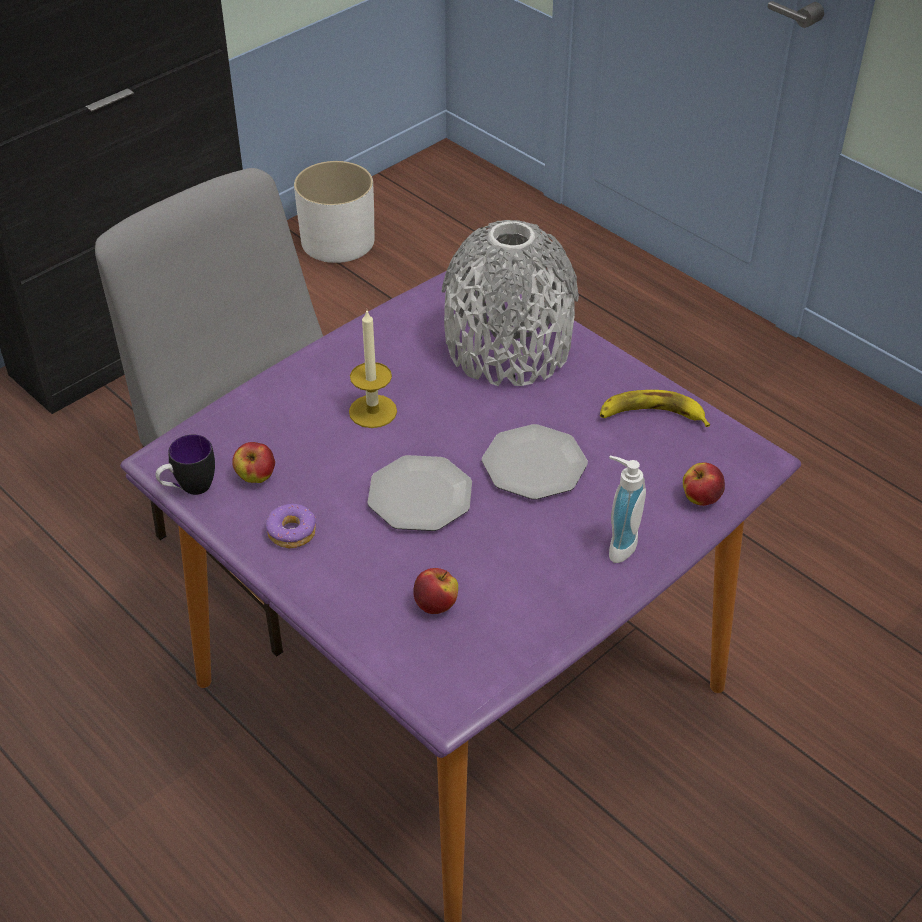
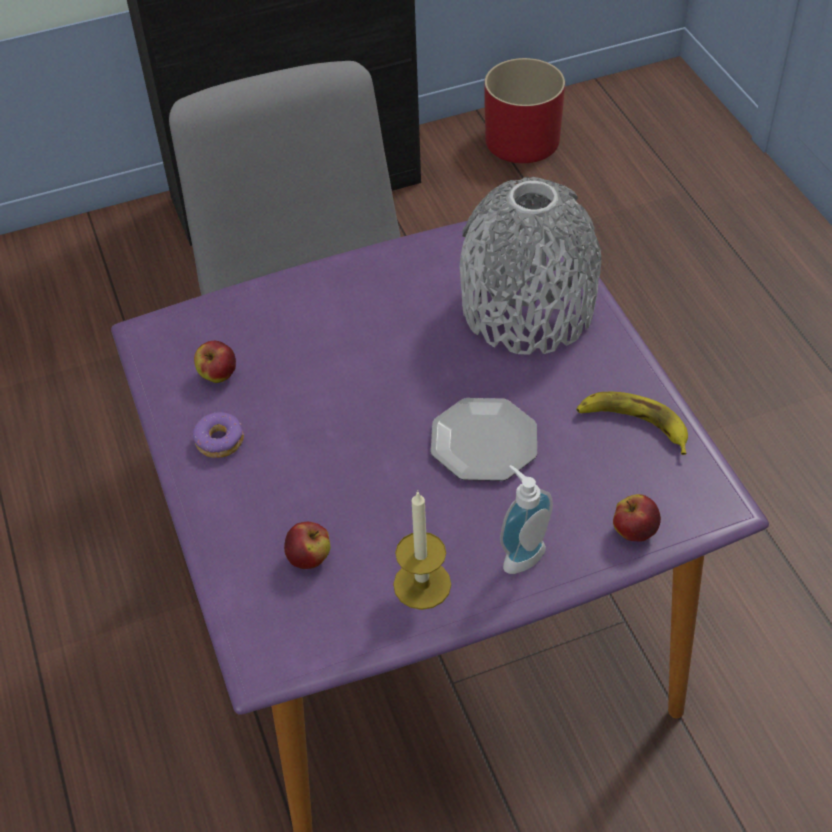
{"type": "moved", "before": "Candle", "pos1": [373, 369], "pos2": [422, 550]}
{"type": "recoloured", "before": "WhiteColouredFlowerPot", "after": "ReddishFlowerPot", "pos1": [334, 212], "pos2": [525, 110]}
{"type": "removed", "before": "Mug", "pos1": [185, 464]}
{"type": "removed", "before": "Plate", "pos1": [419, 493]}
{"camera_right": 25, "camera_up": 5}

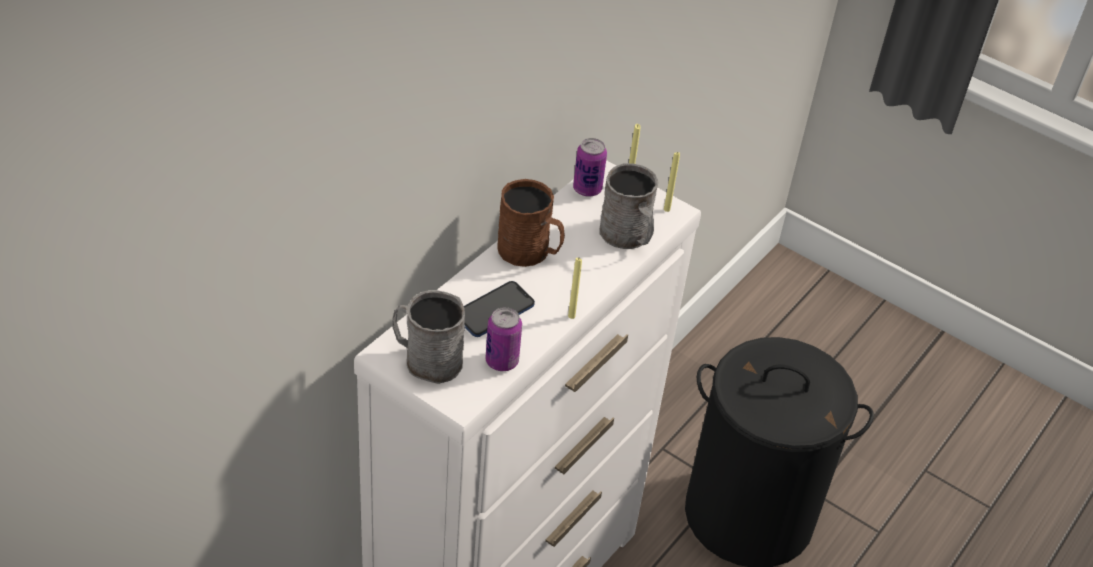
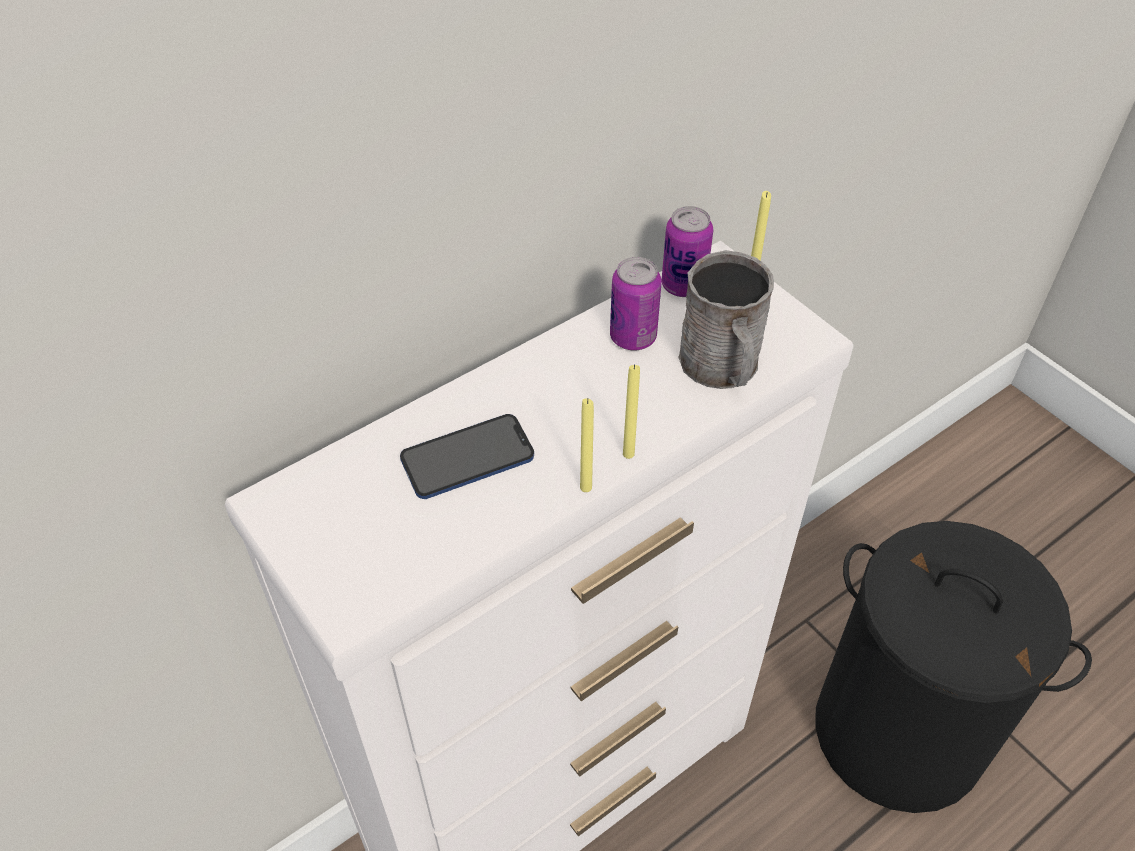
{"type": "moved", "before": "Can", "pos1": [503, 339], "pos2": [636, 303]}
{"type": "moved", "before": "YellowCandle", "pos1": [672, 181], "pos2": [631, 411]}
{"type": "removed", "before": "GrayMug", "pos1": [428, 337]}
{"type": "removed", "before": "BrownColouredMug", "pos1": [531, 223]}
{"camera_right": 20, "camera_up": 5}

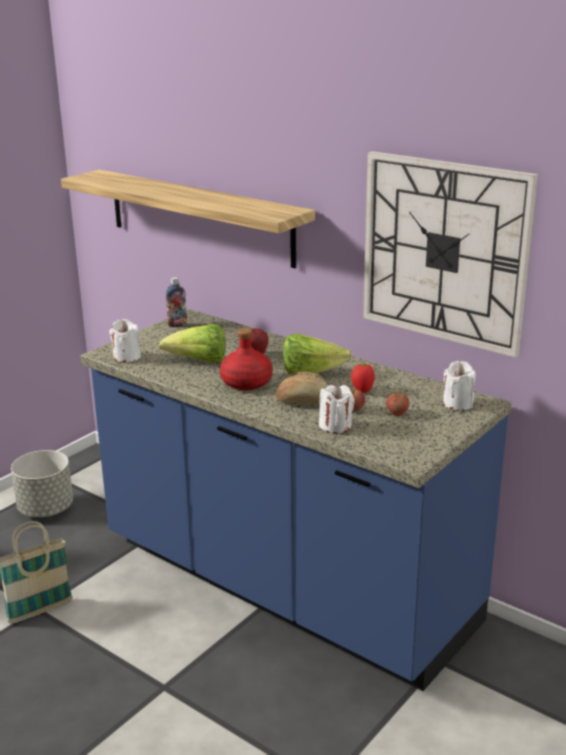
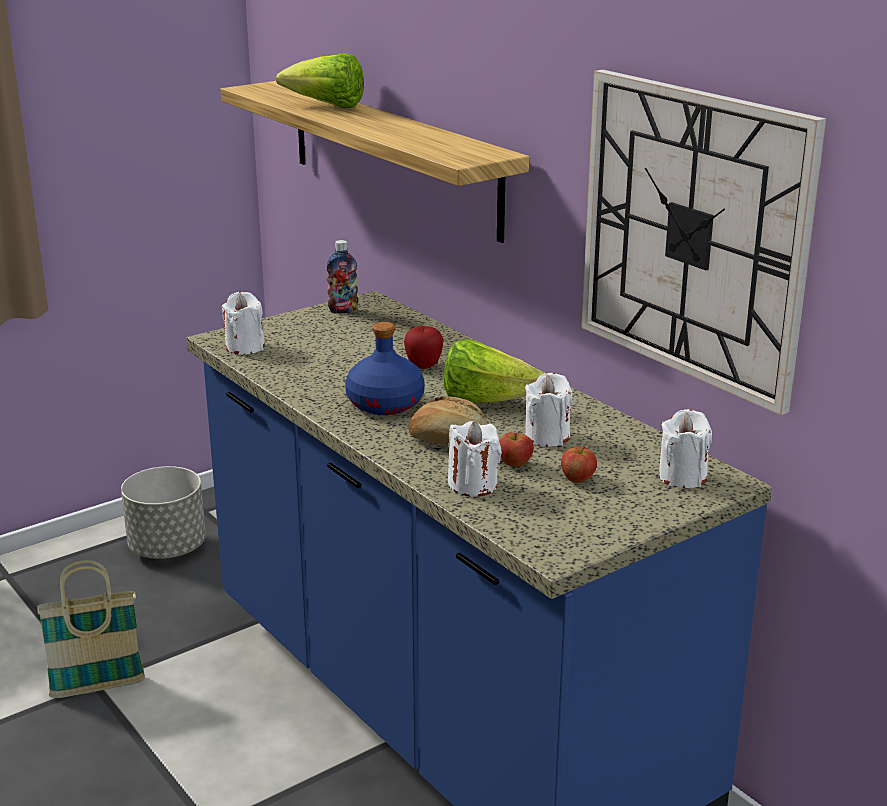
{"type": "moved", "before": "HeadOfLettuce", "pos1": [192, 343], "pos2": [320, 80]}
{"type": "recoloured", "before": "ReddishBottle", "after": "BlueBottle", "pos1": [246, 359], "pos2": [385, 368]}
{"type": "replaced", "before": "WholeTomato", "after": "WhiteColouredCandle", "pos1": [363, 378], "pos2": [549, 410]}
{"camera_right": 15, "camera_up": 0}

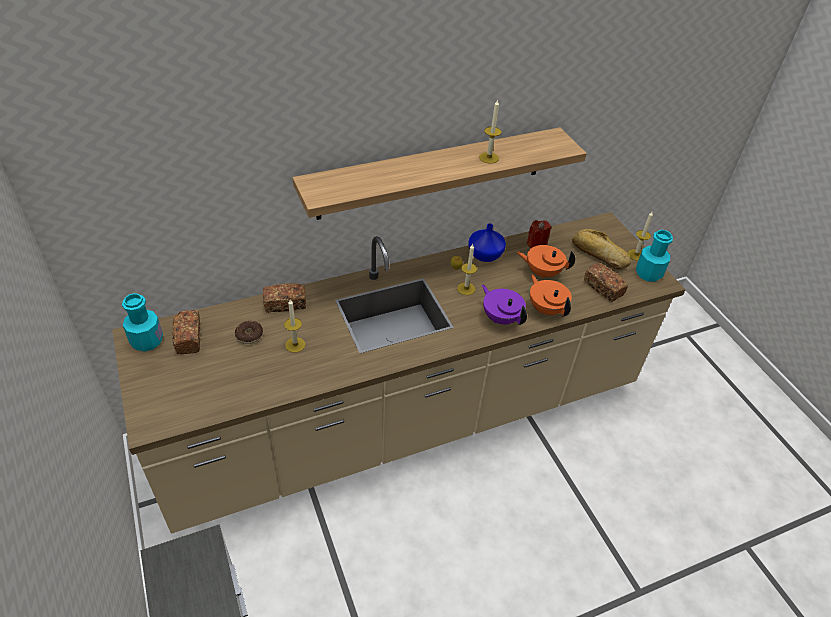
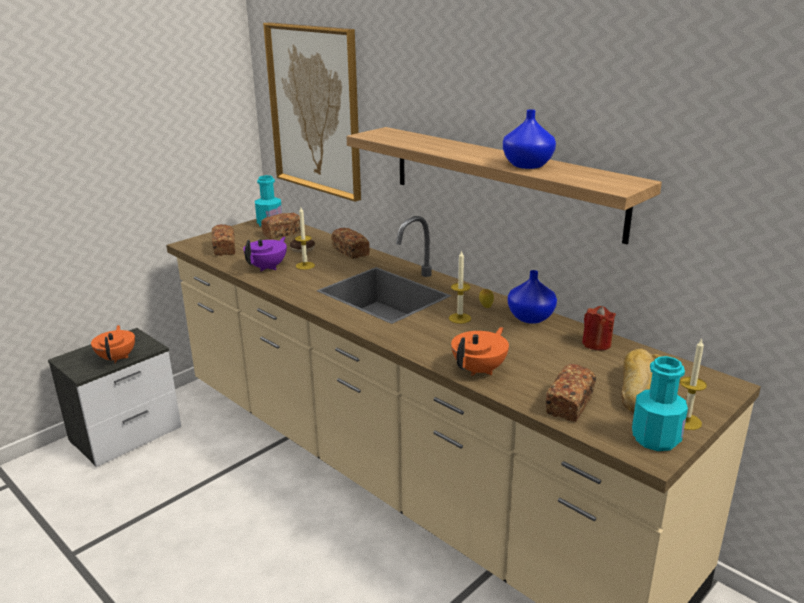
{"type": "moved", "before": "OrangePotForTea", "pos1": [546, 262], "pos2": [113, 344]}
{"type": "added", "after": "BakedBread", "pos2": [223, 240]}
{"type": "moved", "before": "PurpleColouredPotForTea", "pos1": [504, 305], "pos2": [265, 254]}
{"type": "added", "after": "WallPicture", "pos2": [312, 112]}
{"type": "replaced", "before": "Candle", "after": "BlueFlowerVase", "pos1": [490, 131], "pos2": [529, 139]}
{"camera_right": 70, "camera_up": -20}

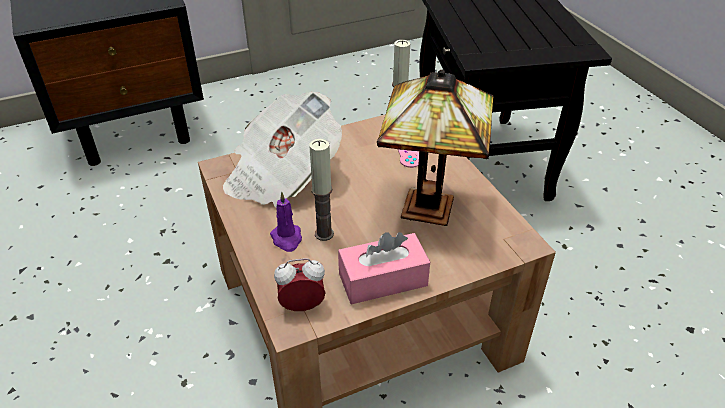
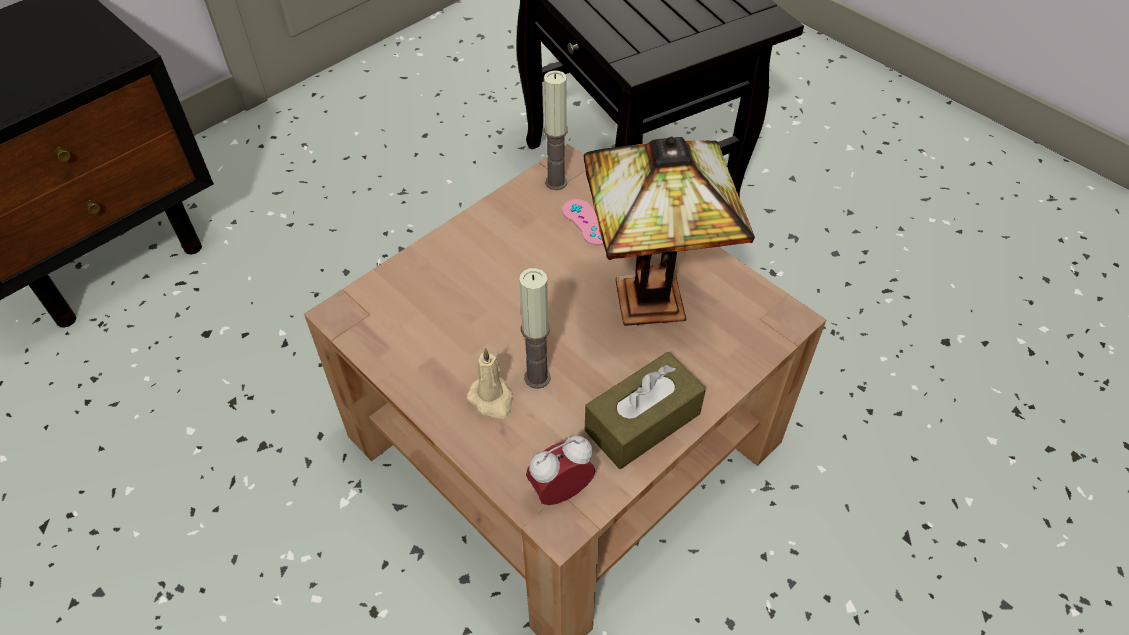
{"type": "recoloured", "before": "PurpleColouredCandle", "after": "BeigeCandle", "pos1": [286, 222], "pos2": [490, 383]}
{"type": "recoloured", "before": "PinkTissueHolder", "after": "BrownColouredTissueHolder", "pos1": [384, 268], "pos2": [645, 410]}
{"type": "removed", "before": "DailyPaper", "pos1": [282, 150]}
{"camera_right": -20, "camera_up": 10}

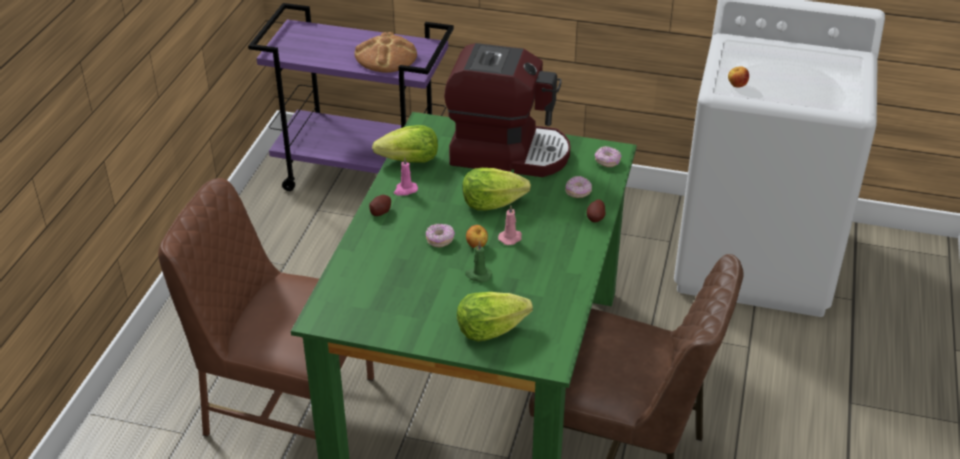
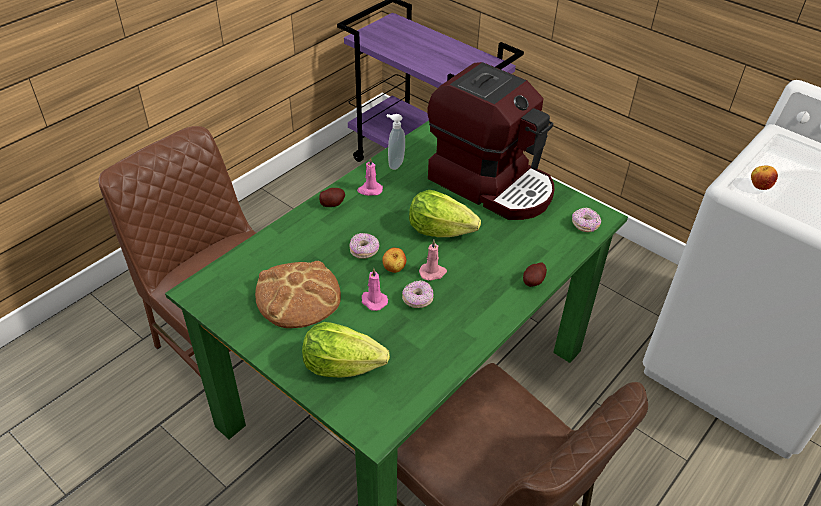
{"type": "moved", "before": "BakedBread", "pos1": [386, 52], "pos2": [298, 294]}
{"type": "recoloured", "before": "GreenishCandle", "after": "PinkCandle", "pos1": [478, 261], "pos2": [375, 289]}
{"type": "replaced", "before": "HeadOfLettuce", "after": "LiquidSoapBottle", "pos1": [405, 144], "pos2": [395, 142]}
{"type": "moved", "before": "RingDoughnut", "pos1": [578, 187], "pos2": [418, 294]}
{"camera_right": 25, "camera_up": 5}

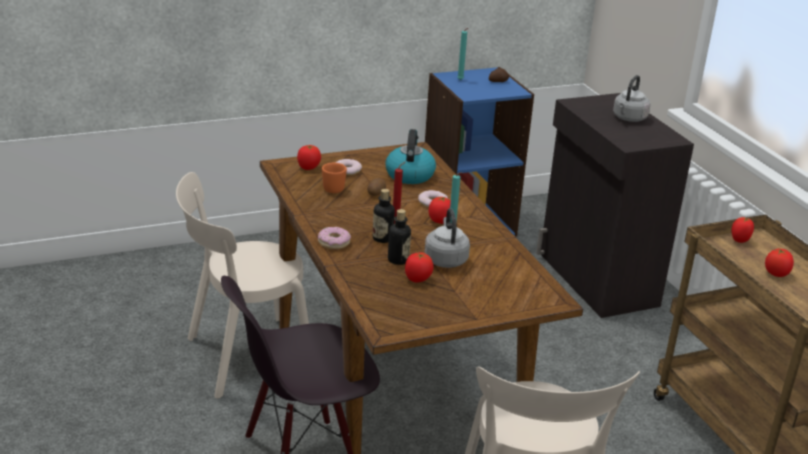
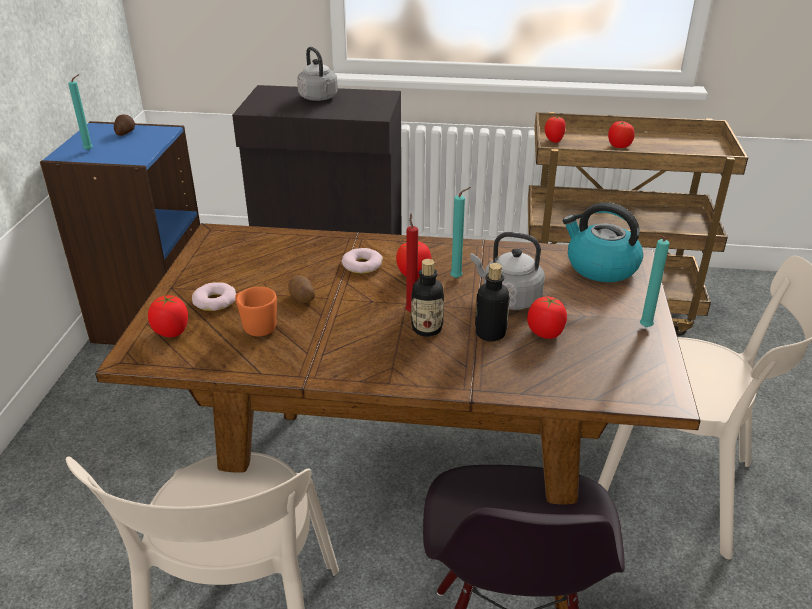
{"type": "moved", "before": "TeaKettle", "pos1": [410, 156], "pos2": [603, 242]}
{"type": "added", "after": "BlueGreenCandle", "pos2": [655, 281]}
{"type": "removed", "before": "RingDoughnut", "pos1": [334, 238]}
{"camera_right": -60, "camera_up": 5}

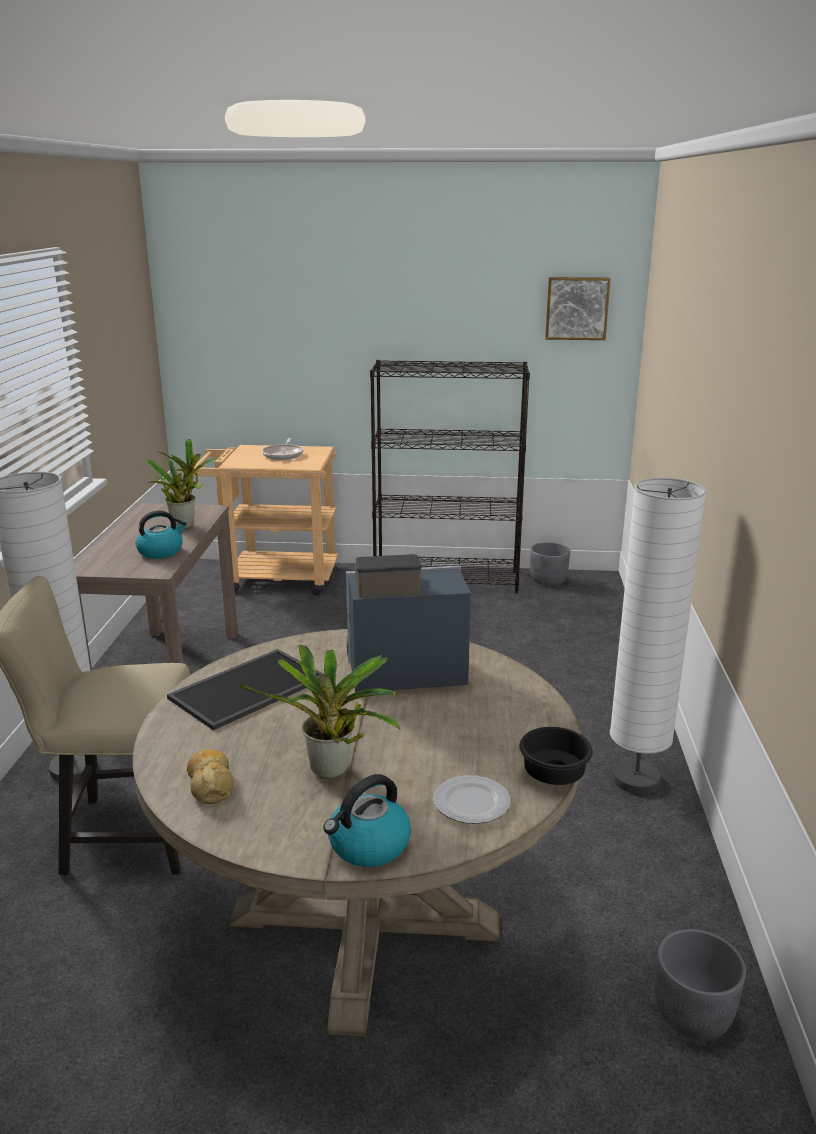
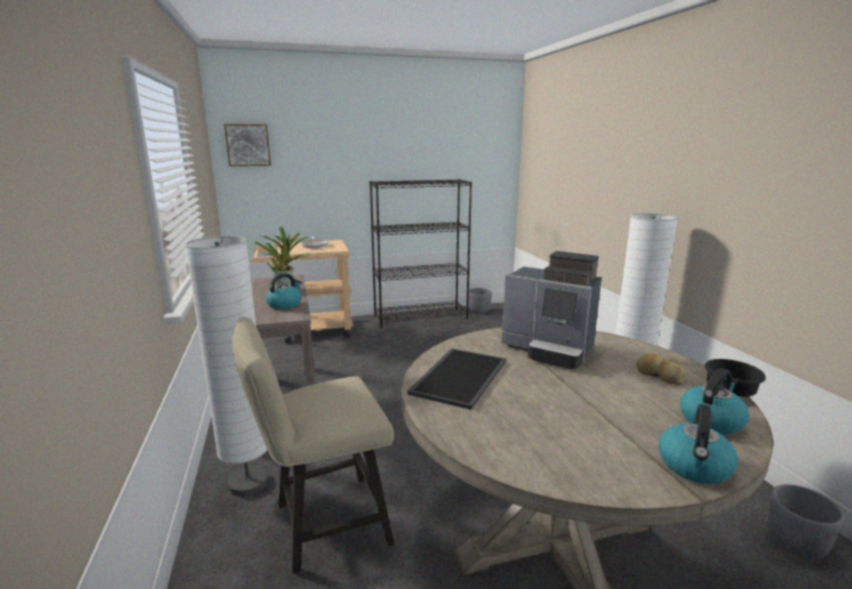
{"type": "moved", "before": "WallPicture", "pos1": [578, 308], "pos2": [247, 145]}
{"type": "turned", "before": "CoffeeBrewer", "pos1": [408, 623], "pos2": [552, 310], "turn": -120}
{"type": "moved", "before": "BakedBread", "pos1": [210, 776], "pos2": [661, 369]}
{"type": "replaced", "before": "Plate", "after": "TeaKettle", "pos1": [472, 799], "pos2": [714, 401]}
{"type": "removed", "before": "PlantInAPot", "pos1": [319, 711]}
{"camera_right": -20, "camera_up": -5}

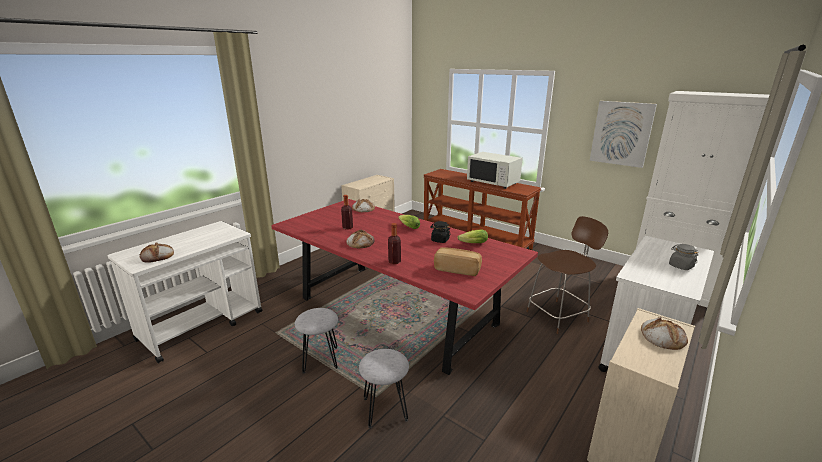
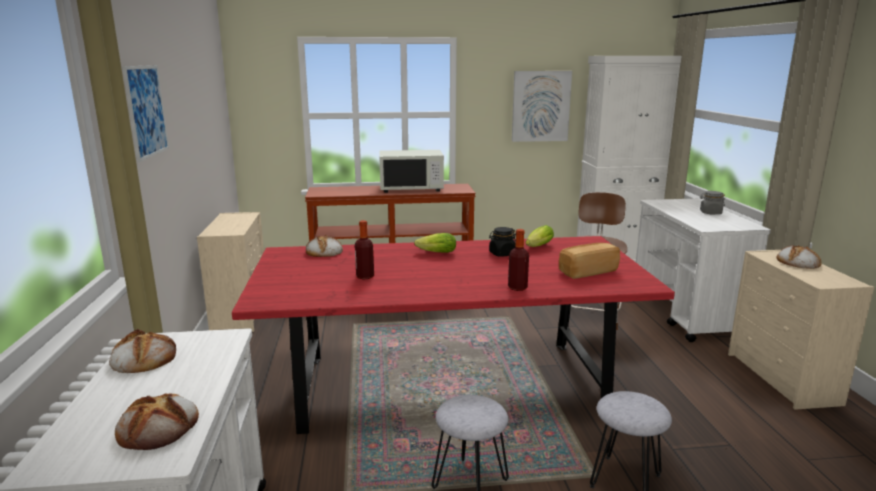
{"type": "moved", "before": "BakedBread", "pos1": [361, 239], "pos2": [142, 351]}
{"type": "added", "after": "WallPicture", "pos2": [145, 113]}
{"camera_right": -45, "camera_up": -5}

